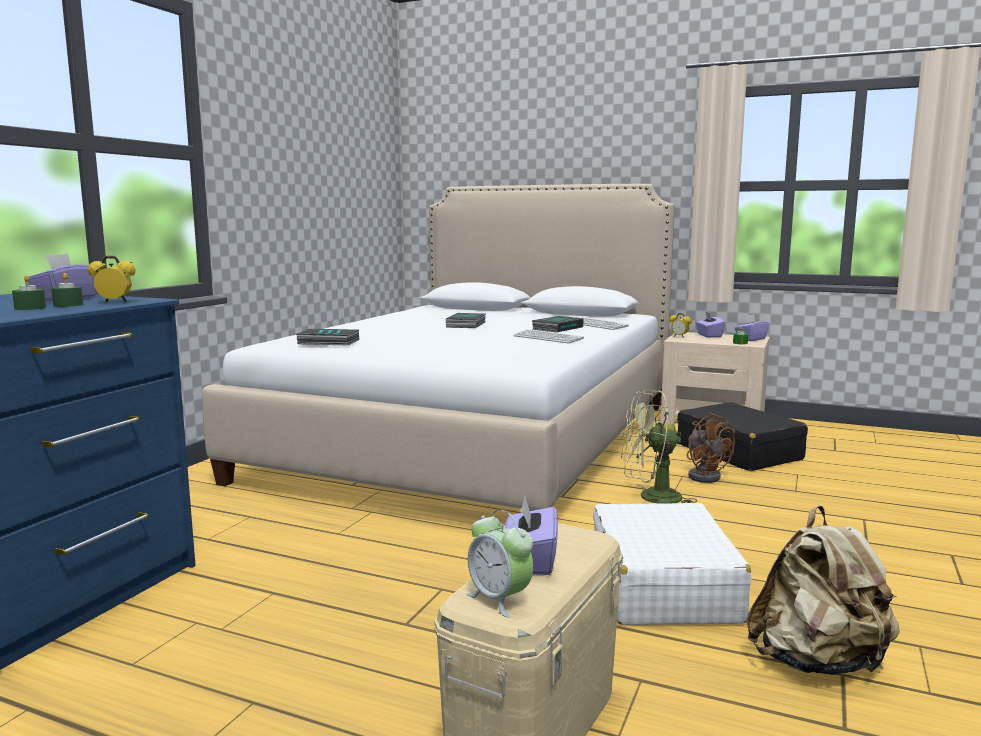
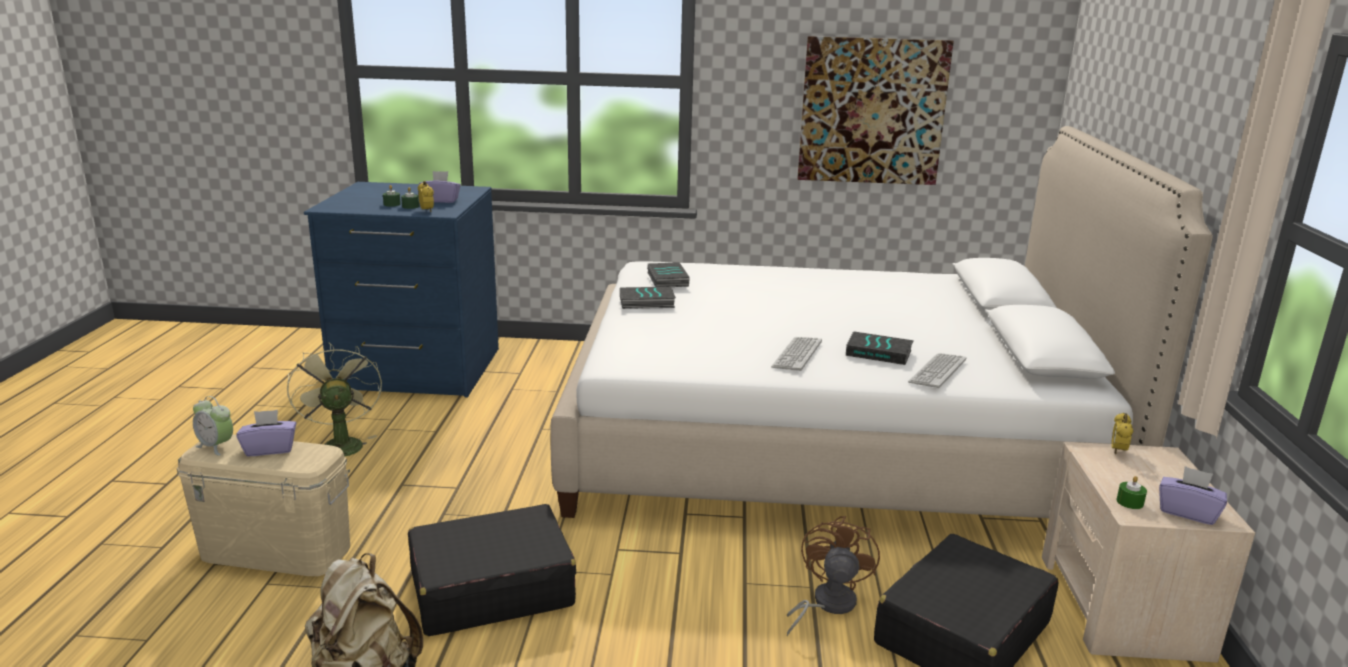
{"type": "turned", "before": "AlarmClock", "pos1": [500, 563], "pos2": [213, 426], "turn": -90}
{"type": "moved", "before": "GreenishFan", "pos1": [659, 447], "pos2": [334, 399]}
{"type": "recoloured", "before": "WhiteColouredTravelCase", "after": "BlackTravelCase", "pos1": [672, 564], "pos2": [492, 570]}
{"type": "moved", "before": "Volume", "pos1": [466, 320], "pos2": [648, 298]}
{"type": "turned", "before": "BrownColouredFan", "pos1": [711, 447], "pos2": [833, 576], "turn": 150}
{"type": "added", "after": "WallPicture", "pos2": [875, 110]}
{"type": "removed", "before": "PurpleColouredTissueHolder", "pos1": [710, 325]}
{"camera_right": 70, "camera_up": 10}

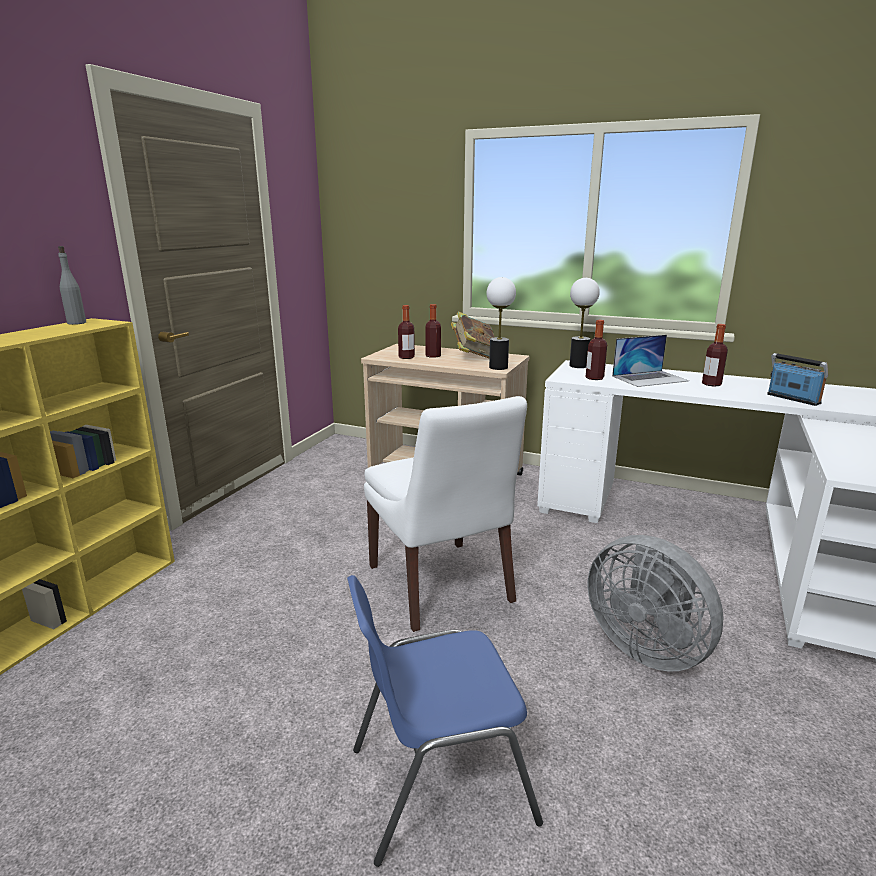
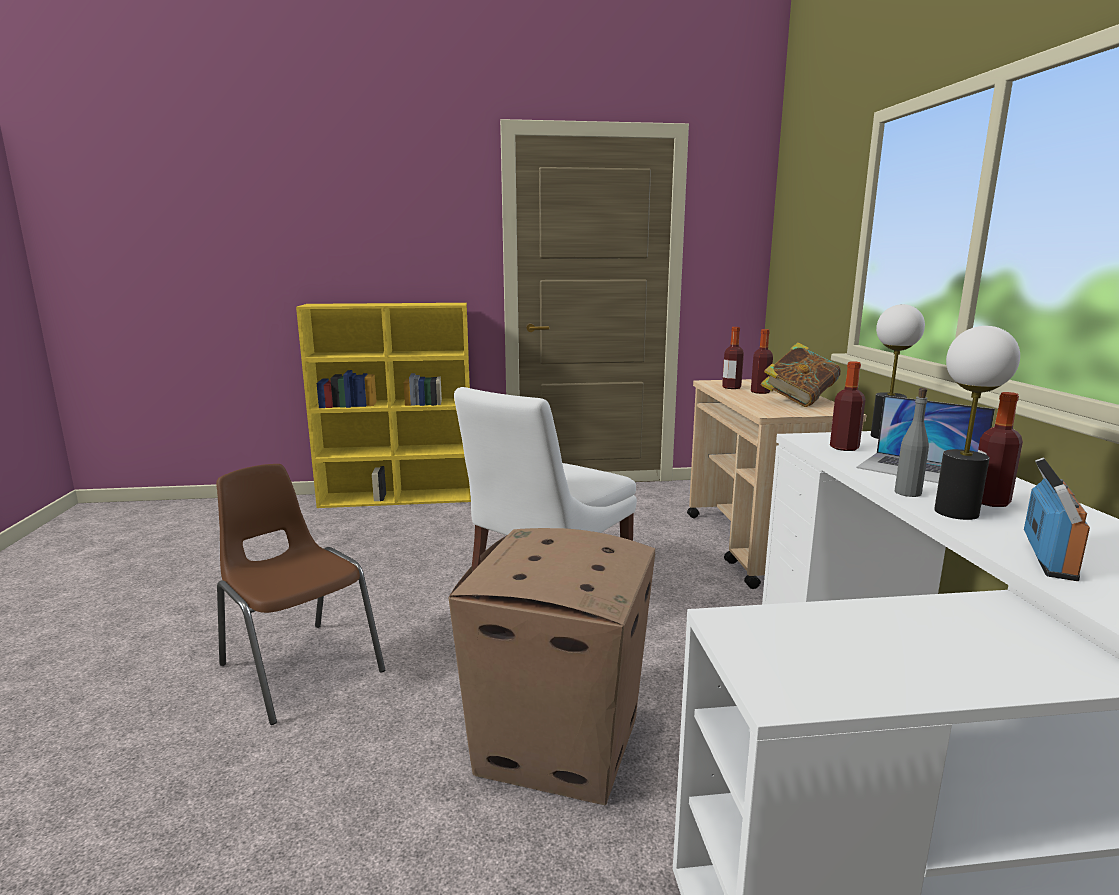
{"type": "recoloured", "before": "BluePlainChair", "after": "BrownColouredPlainChair", "pos1": [445, 721], "pos2": [300, 594]}
{"type": "replaced", "before": "GrayFan", "after": "PackingBox", "pos1": [655, 603], "pos2": [551, 667]}
{"type": "moved", "before": "GrayBottle", "pos1": [72, 285], "pos2": [912, 442]}
{"type": "moved", "before": "LampForATable", "pos1": [501, 323], "pos2": [977, 423]}
{"camera_right": 60, "camera_up": -5}

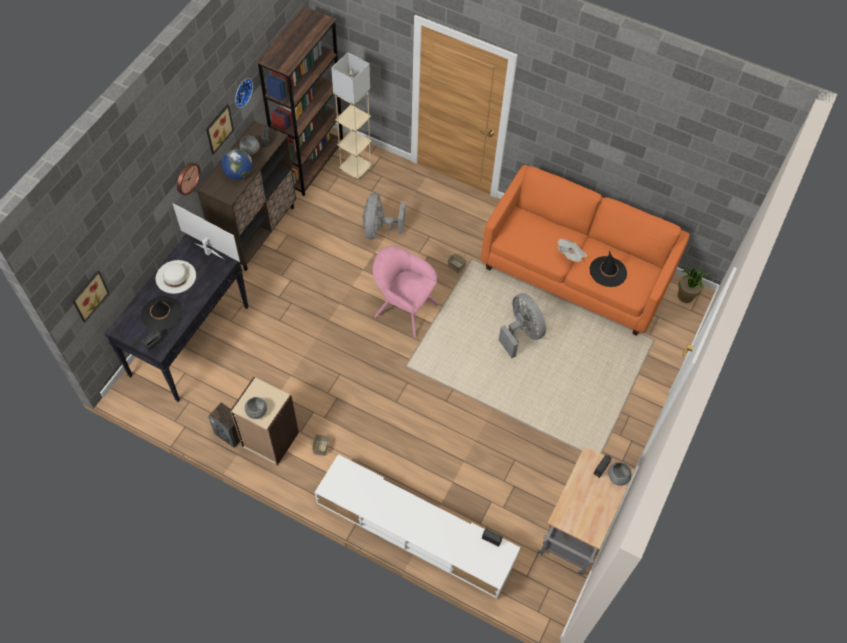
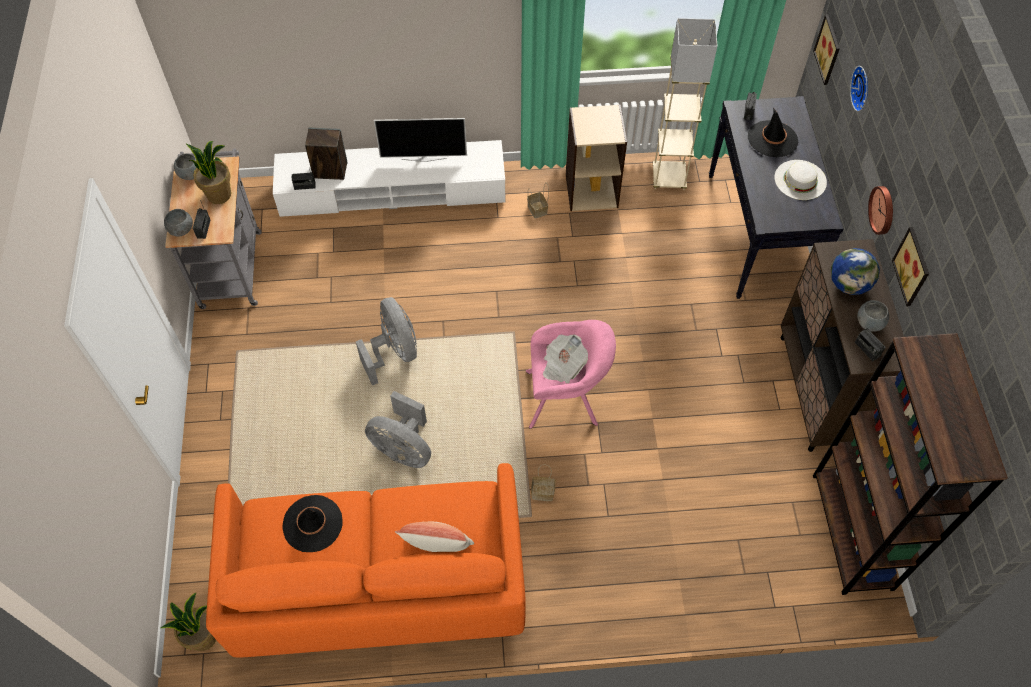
{"type": "moved", "before": "GrayBowl", "pos1": [256, 408], "pos2": [185, 166]}
{"type": "added", "after": "PlantInAPot", "pos2": [208, 172]}
{"type": "moved", "before": "Speaker", "pos1": [224, 425], "pos2": [326, 153]}
{"type": "moved", "before": "GrayFan", "pos1": [384, 216], "pos2": [386, 341]}
{"type": "moved", "before": "Tv", "pos1": [206, 232], "pos2": [420, 140]}
{"type": "added", "after": "Pillow", "pos2": [434, 537]}
{"type": "moved", "before": "DailyPaper", "pos1": [572, 250], "pos2": [565, 359]}
{"type": "moved", "before": "BeigeStandingLamp", "pos1": [351, 116], "pos2": [685, 104]}
{"type": "moved", "before": "HangingClock", "pos1": [244, 93], "pos2": [859, 89]}
{"camera_right": 150, "camera_up": 0}

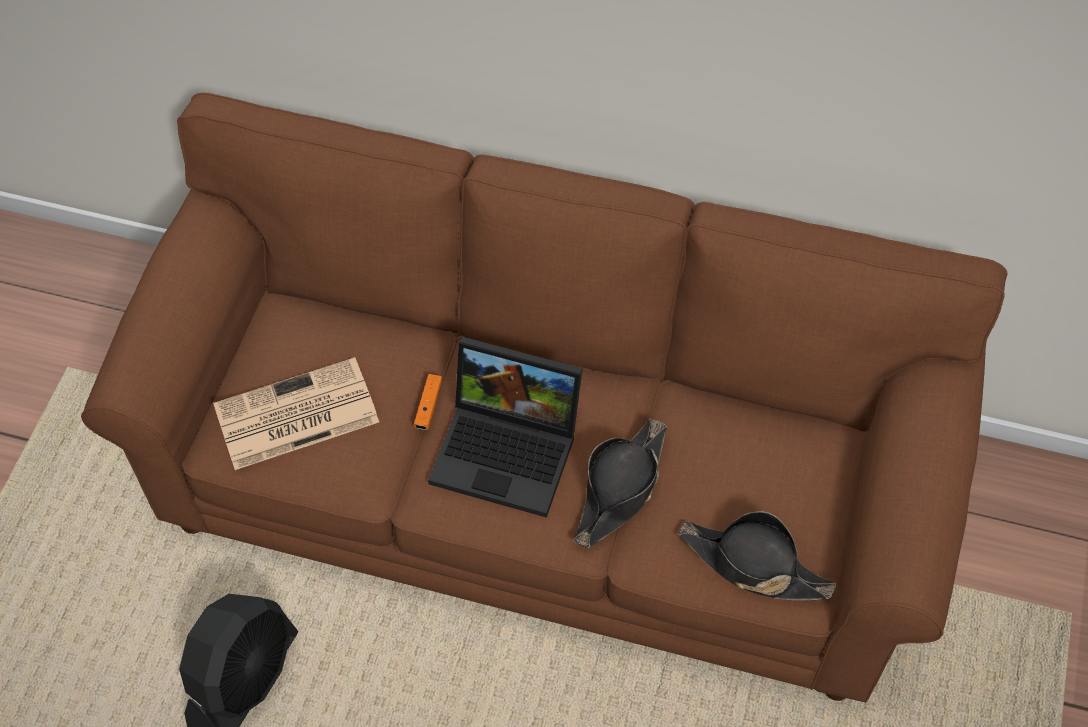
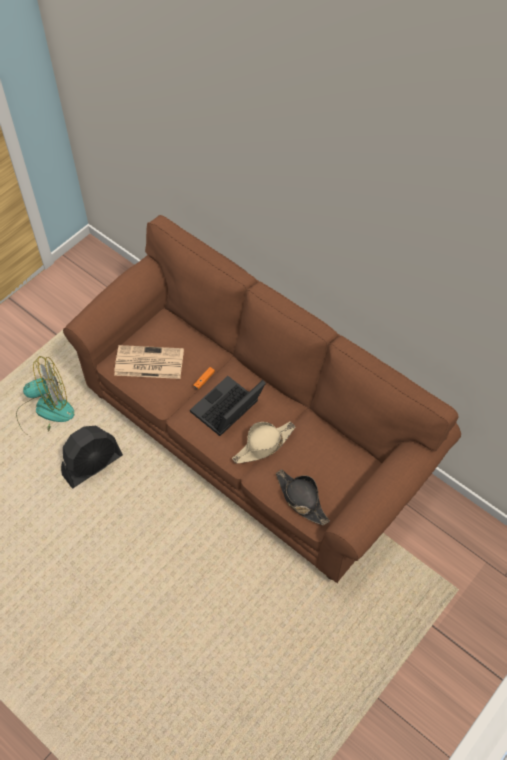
{"type": "added", "after": "Fan", "pos2": [45, 393]}
{"type": "turned", "before": "PortableComputer", "pos1": [505, 427], "pos2": [228, 406], "turn": 90}
{"type": "recoloured", "before": "BlackHat", "after": "BeigeHat", "pos1": [620, 483], "pos2": [263, 442]}
{"camera_right": 25, "camera_up": 0}

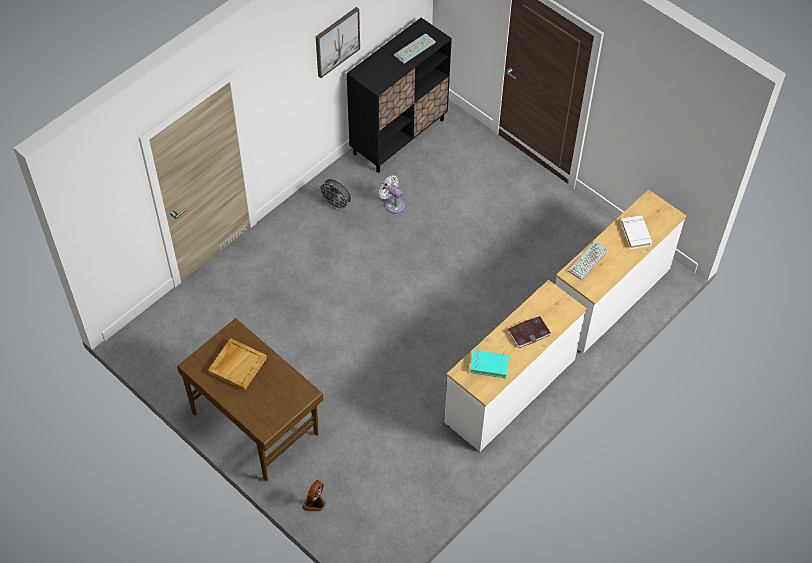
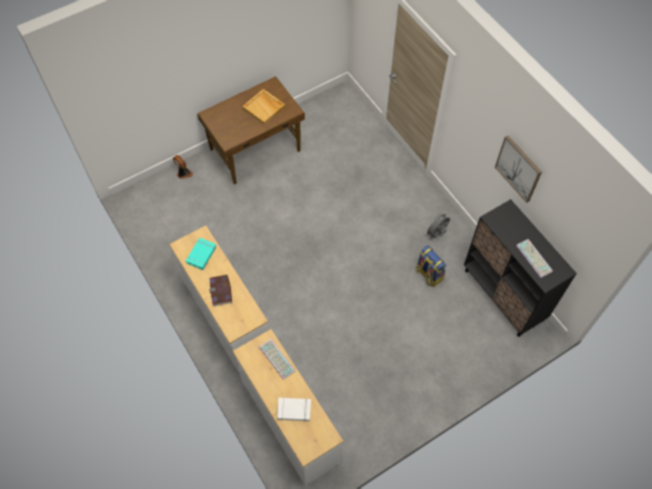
{"type": "replaced", "before": "WhiteColouredFan", "after": "Rucksack", "pos1": [392, 194], "pos2": [431, 266]}
{"camera_right": 105, "camera_up": 5}

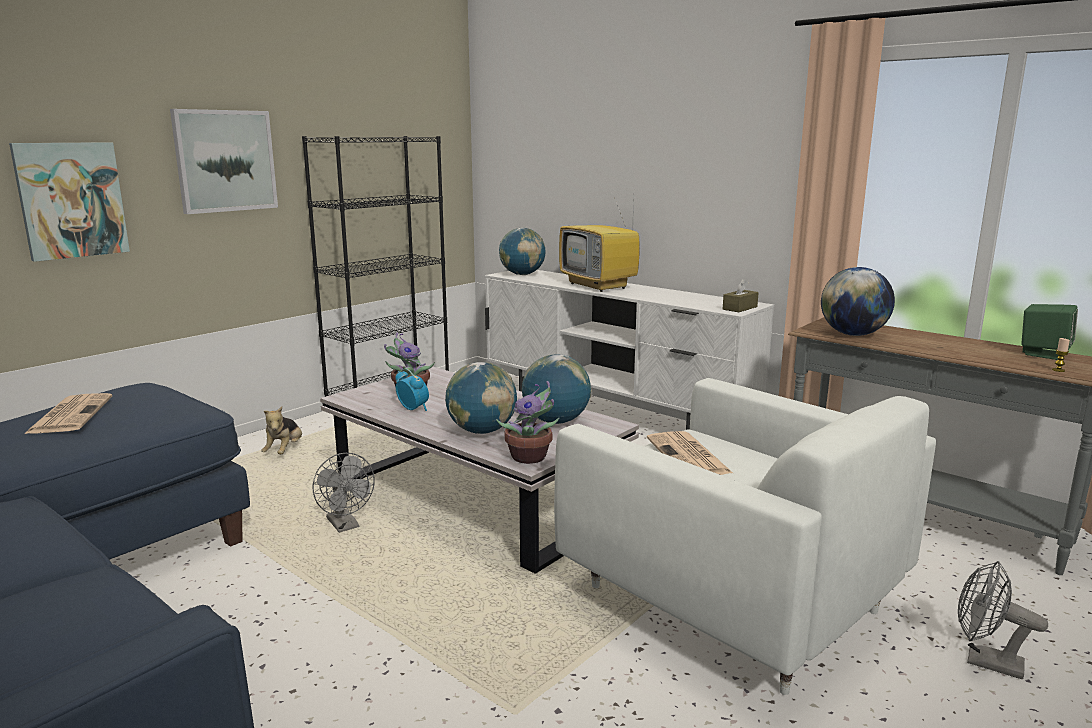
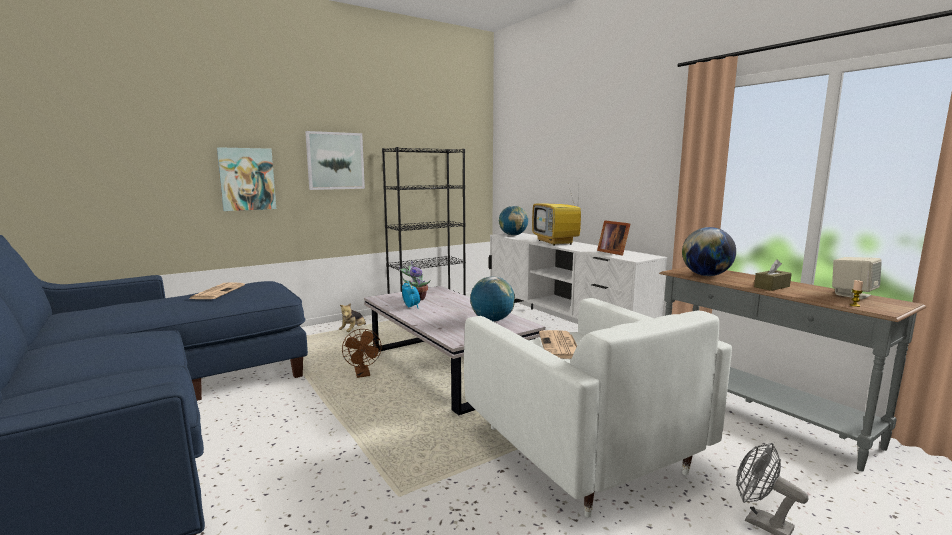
{"type": "recoloured", "before": "GrayFan", "after": "BrownColouredFan", "pos1": [343, 493], "pos2": [362, 353]}
{"type": "added", "after": "StandingFrame", "pos2": [613, 238]}
{"type": "moved", "before": "BrownColouredTissueHolder", "pos1": [741, 295], "pos2": [773, 275]}
{"type": "recoloured", "before": "GreenishSpeaker", "after": "BeigeSpeaker", "pos1": [1049, 332], "pos2": [857, 278]}
{"type": "removed", "before": "WorldGlobe", "pos1": [481, 398]}
{"type": "removed", "before": "PlantInAPot", "pos1": [527, 422]}
{"camera_right": 15, "camera_up": -5}

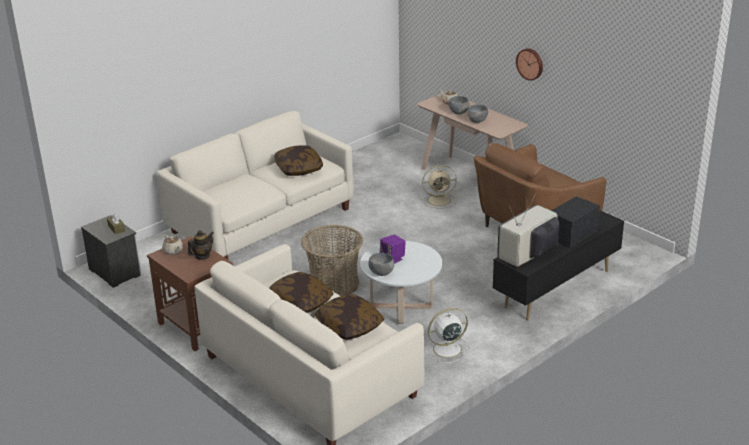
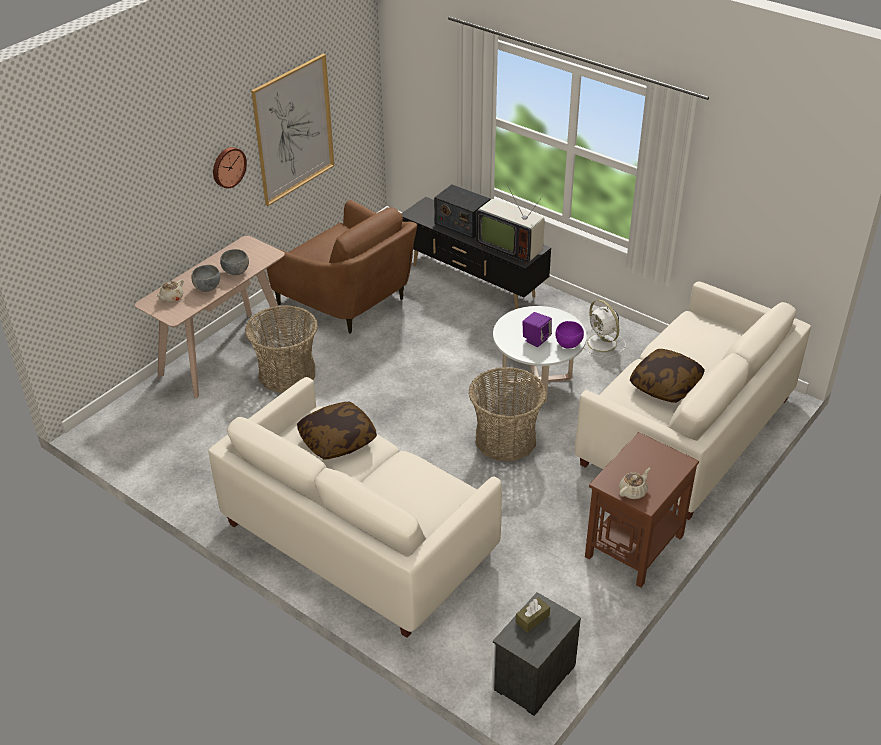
{"type": "replaced", "before": "BeigeFan", "after": "Basket", "pos1": [438, 187], "pos2": [281, 349]}
{"type": "added", "after": "WallPicture", "pos2": [292, 130]}
{"type": "recoloured", "before": "GrayBowl", "after": "PurpleColouredBowl", "pos1": [381, 264], "pos2": [569, 334]}
{"type": "removed", "before": "PotForTea", "pos1": [201, 245]}
{"type": "removed", "before": "Pillow", "pos1": [349, 317]}
{"camera_right": -100, "camera_up": 10}

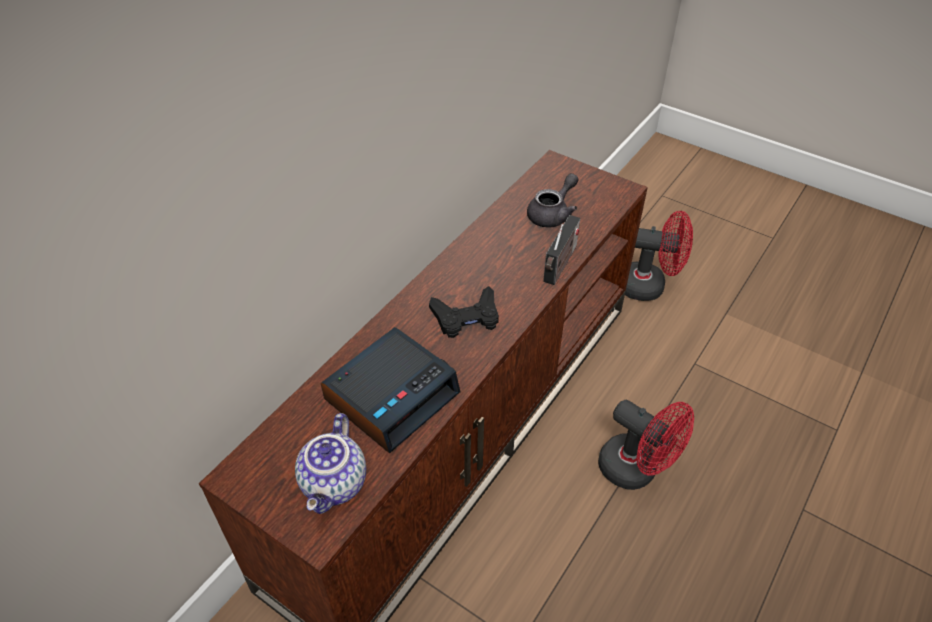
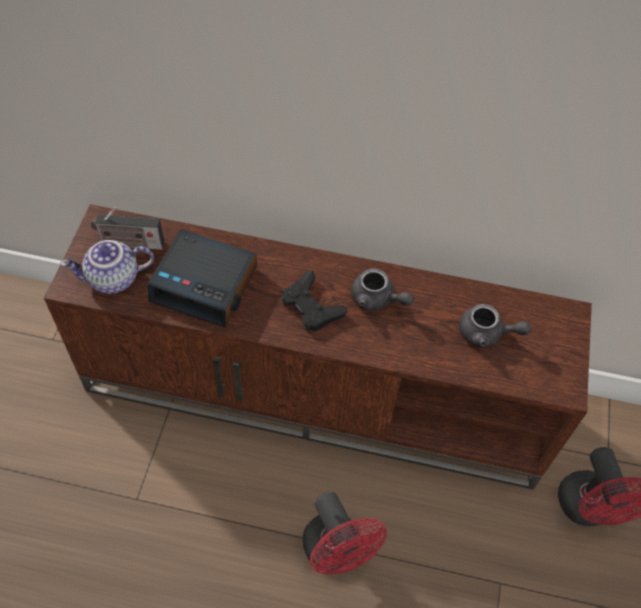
{"type": "moved", "before": "RadioSet", "pos1": [561, 250], "pos2": [127, 228]}
{"type": "turned", "before": "ReddishFan", "pos1": [646, 445], "pos2": [345, 533], "turn": -45}
{"type": "added", "after": "GrayPotForTea", "pos2": [382, 289]}
{"camera_right": 65, "camera_up": 10}

